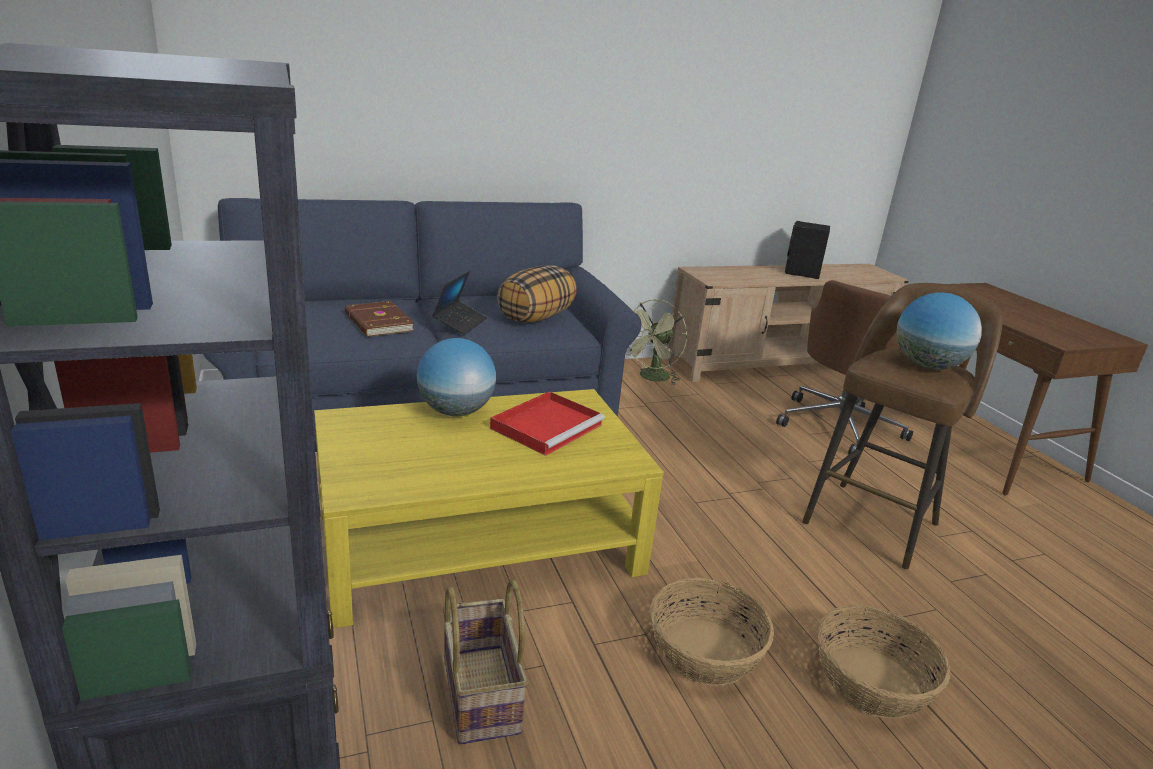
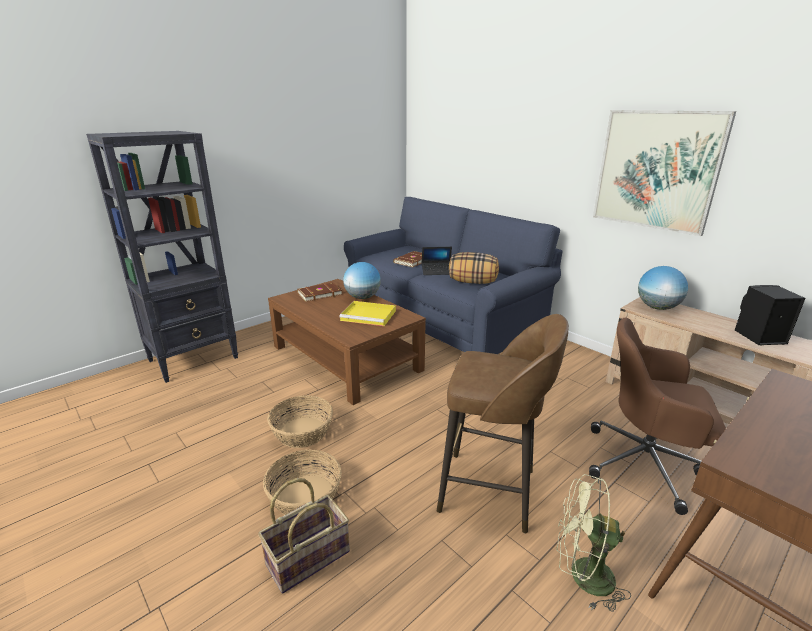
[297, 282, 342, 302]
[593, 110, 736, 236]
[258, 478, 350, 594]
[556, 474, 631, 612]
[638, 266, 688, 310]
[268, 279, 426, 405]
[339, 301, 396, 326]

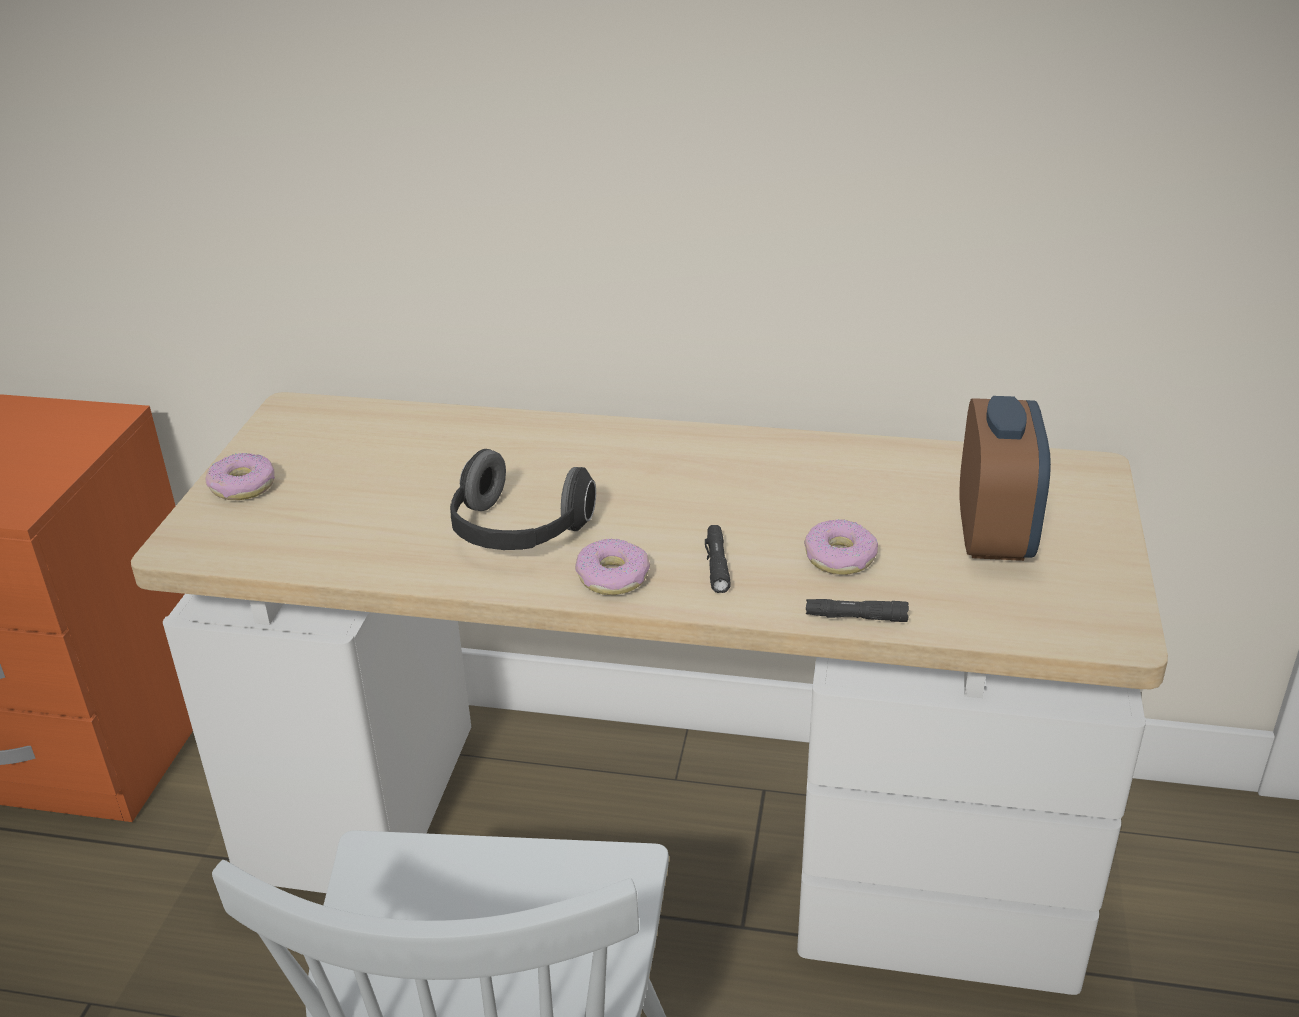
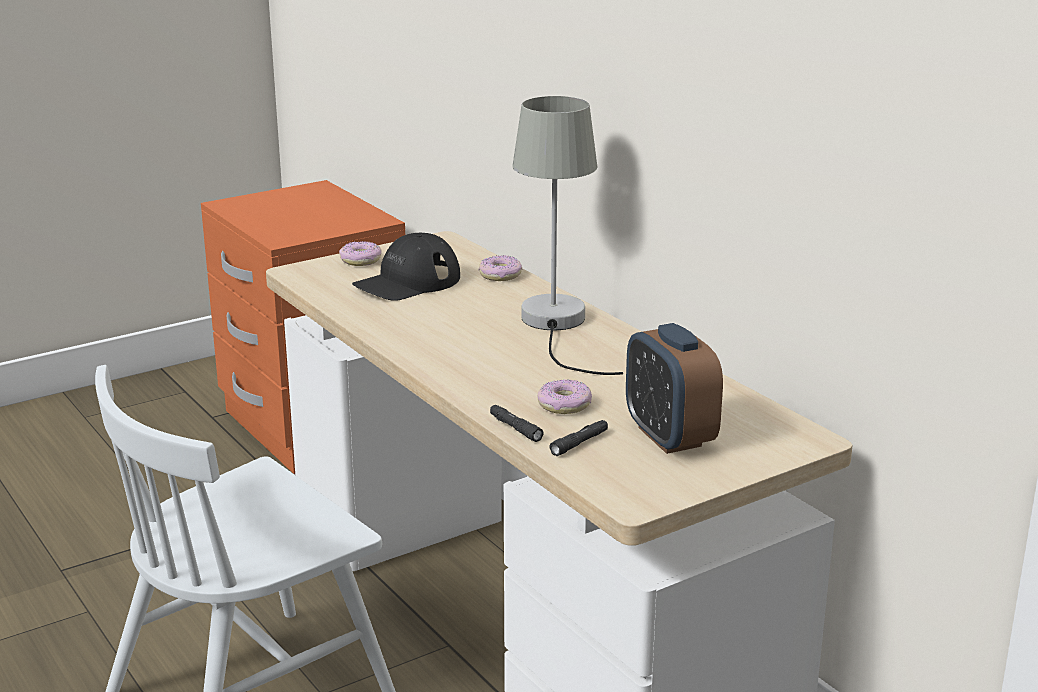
[450, 449, 596, 550] (first image)
[352, 233, 460, 301]
[512, 96, 623, 375]
[479, 255, 523, 281]
[549, 420, 608, 456]
[626, 323, 723, 454]

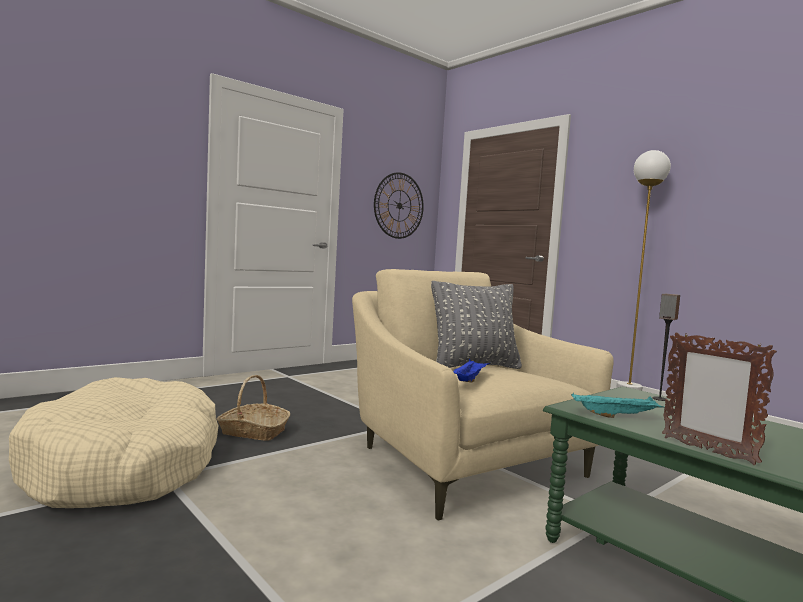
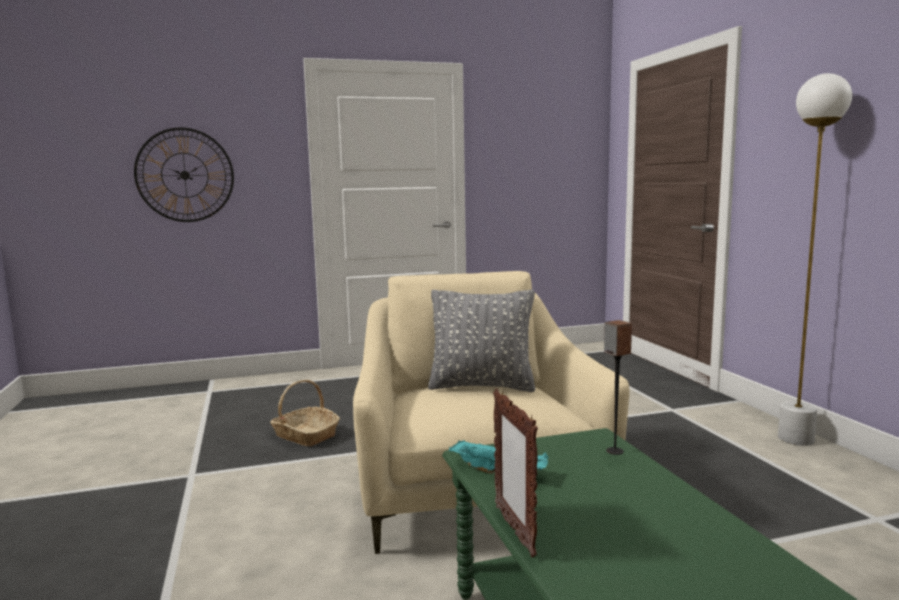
[9, 377, 219, 508] (first image)
[453, 359, 490, 382] (first image)
[134, 127, 234, 222]

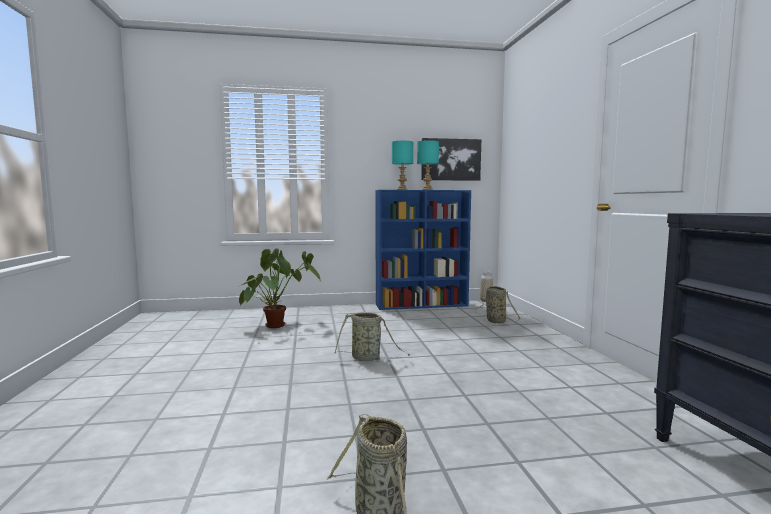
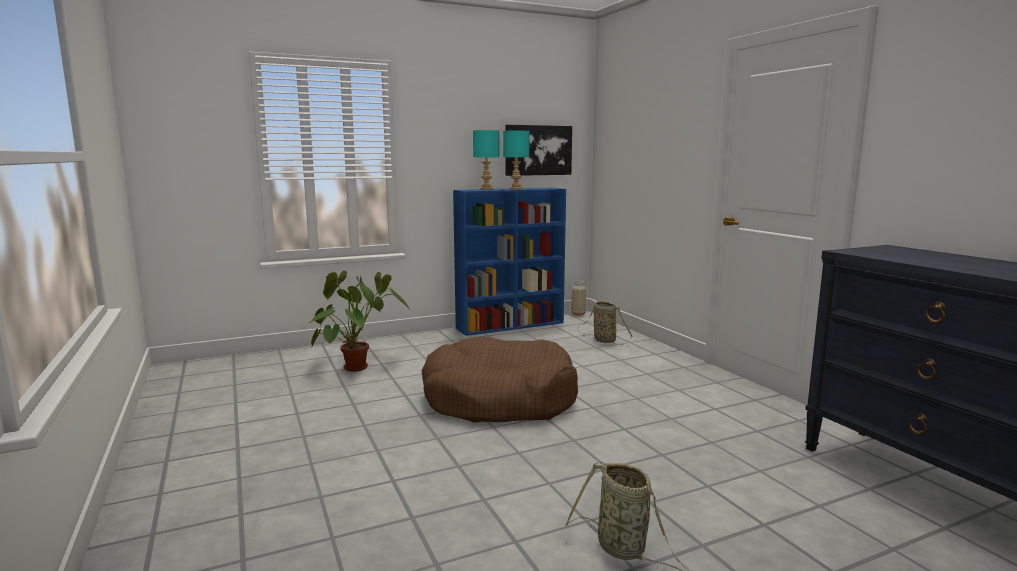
[422, 336, 578, 422]

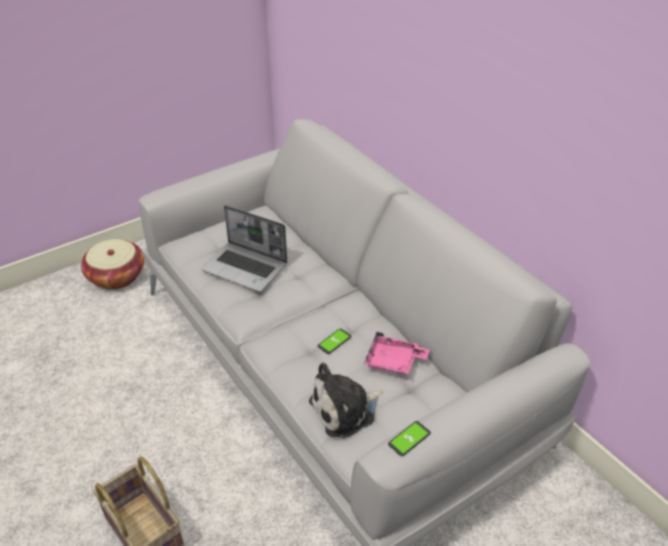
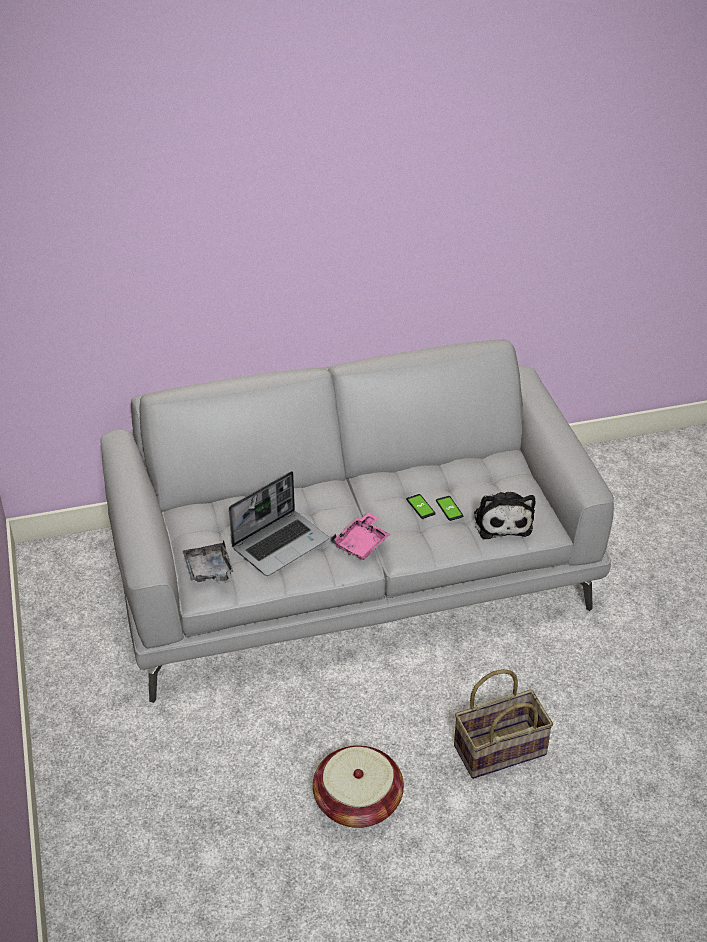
[183, 540, 234, 584]
[313, 745, 404, 828]
[331, 513, 391, 560]
[436, 496, 463, 521]

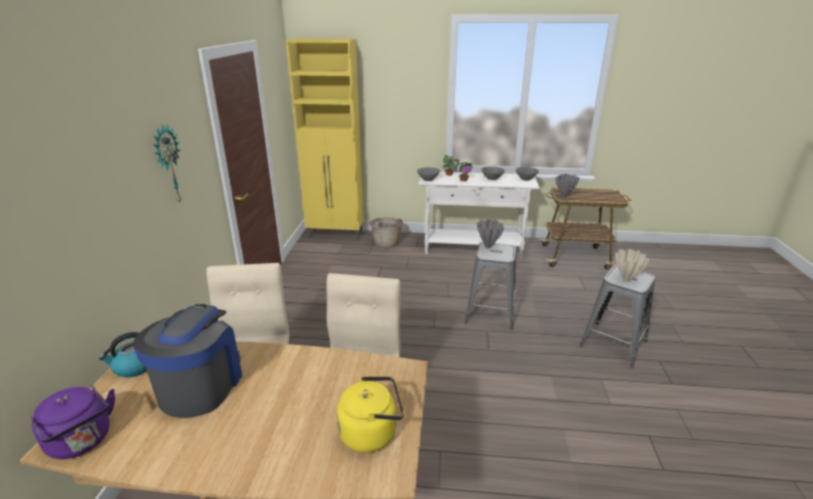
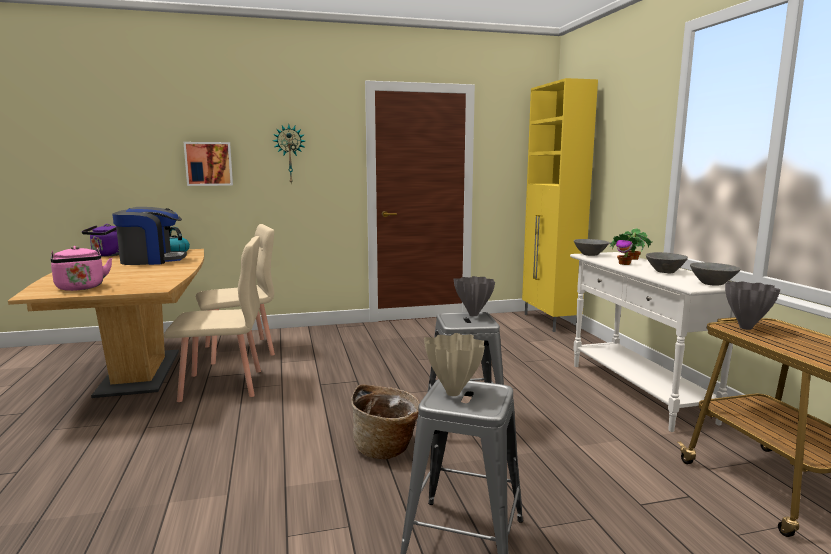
[184, 142, 233, 186]
[351, 385, 420, 459]
[51, 246, 112, 291]

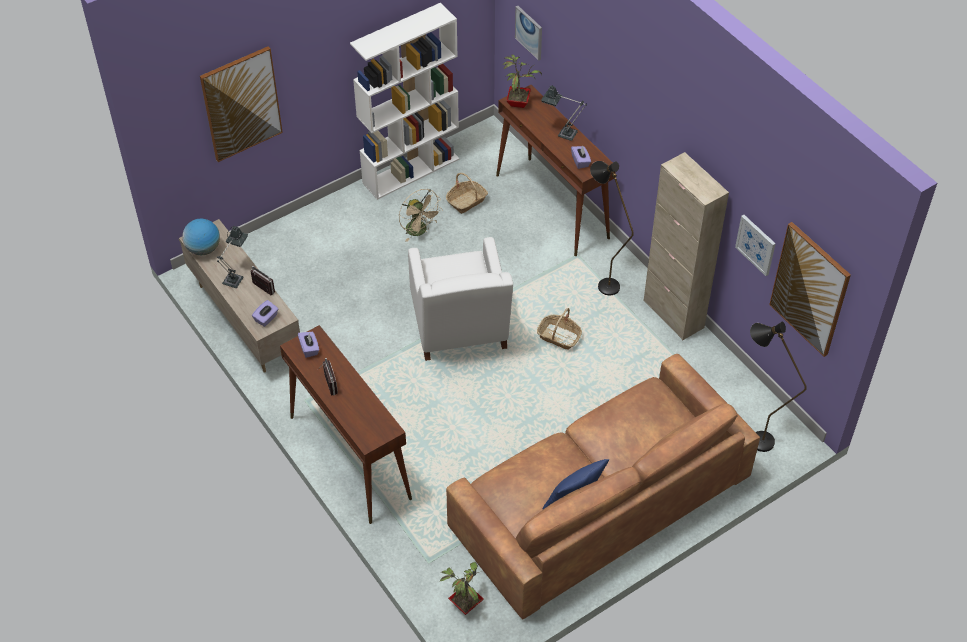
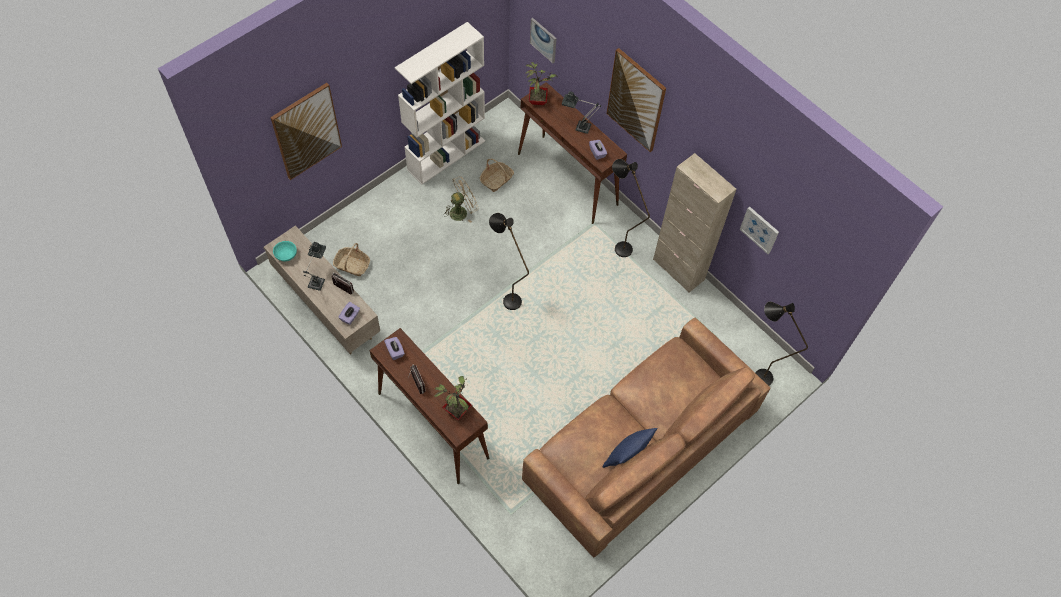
[434, 376, 472, 420]
[333, 243, 370, 276]
[607, 48, 666, 152]
[273, 241, 297, 261]
[489, 213, 529, 310]
[445, 176, 478, 223]

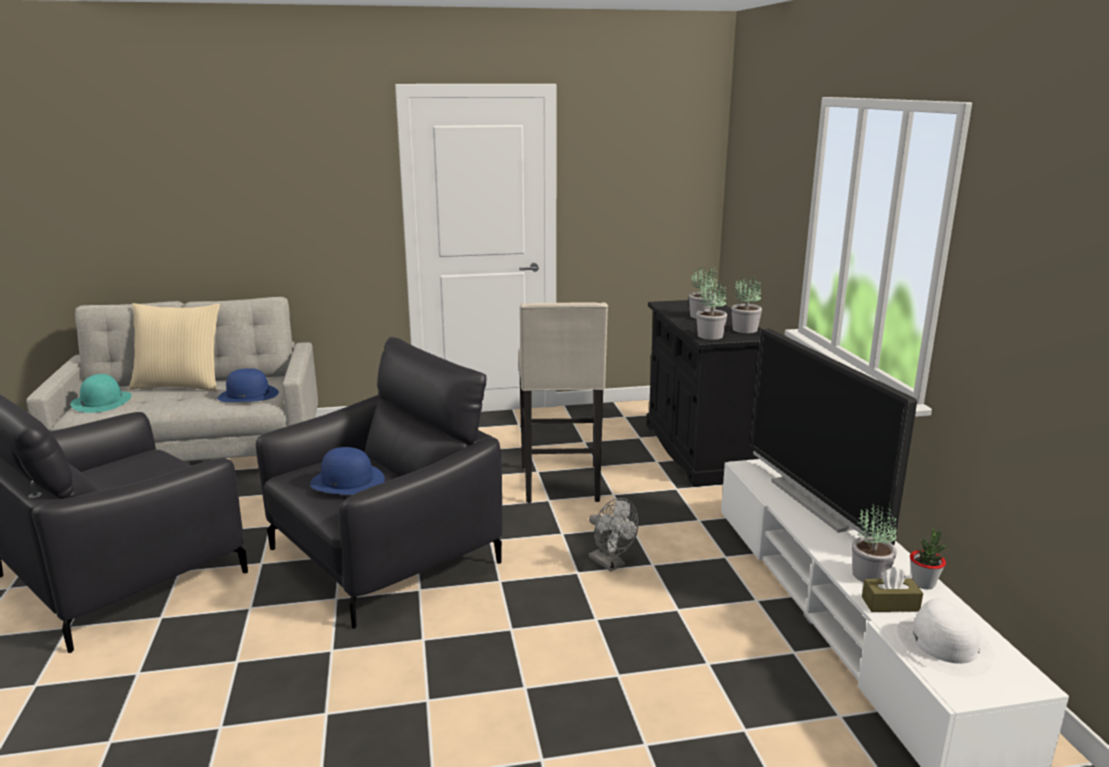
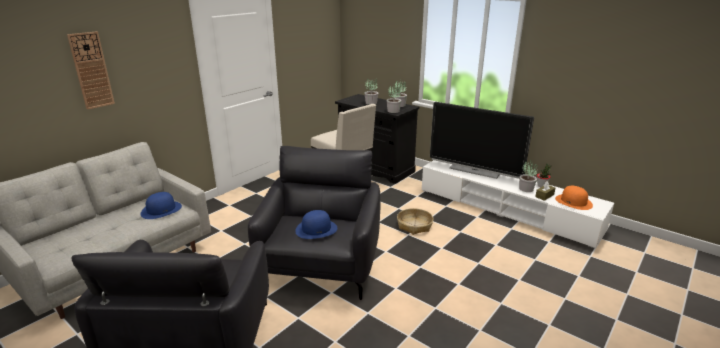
[70, 374, 132, 413] (first image)
[129, 303, 220, 392] (first image)
[67, 31, 115, 110]
[397, 208, 434, 235]
[555, 186, 593, 210]

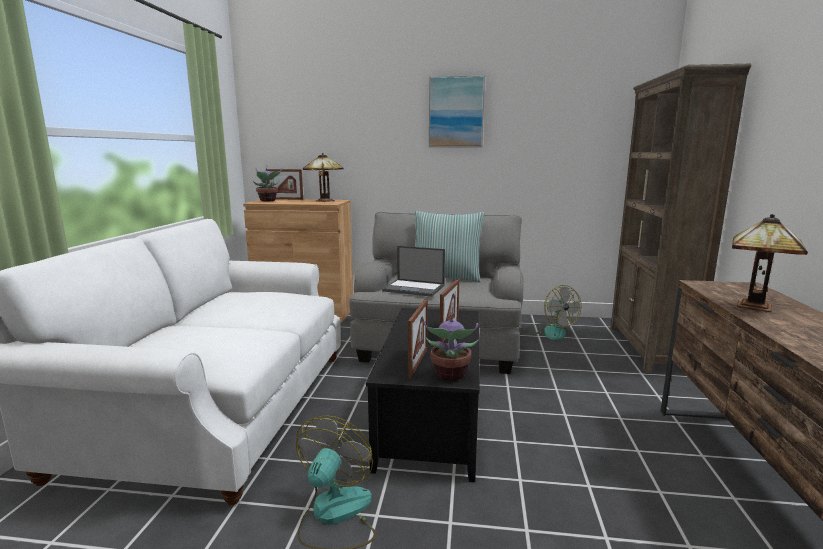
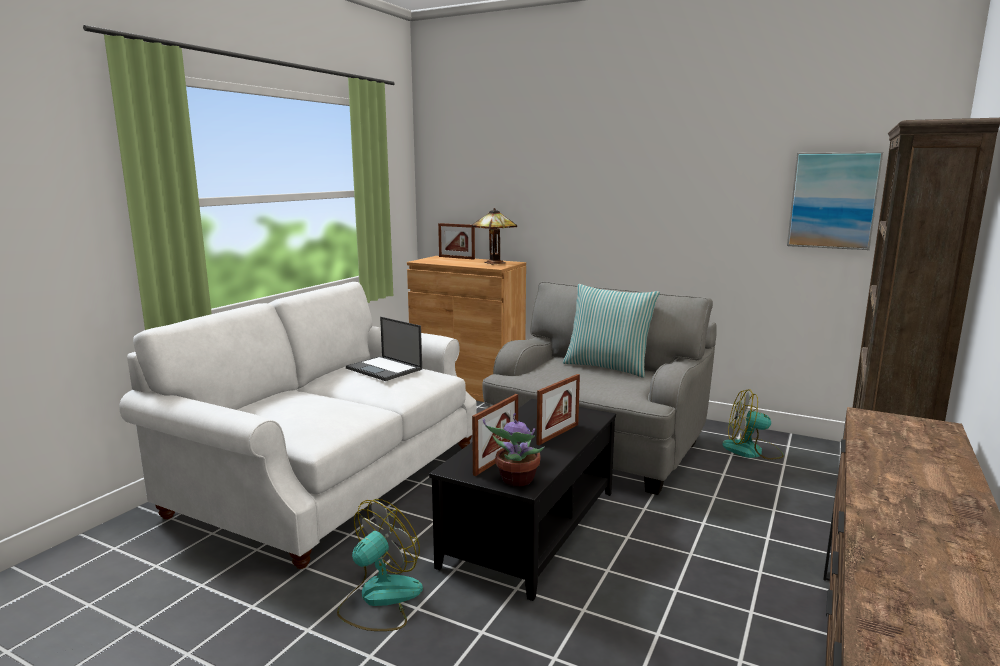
[253, 165, 282, 202] (first image)
[732, 214, 808, 312] (first image)
[346, 317, 422, 381]
[787, 152, 883, 250]
[722, 389, 784, 460]

